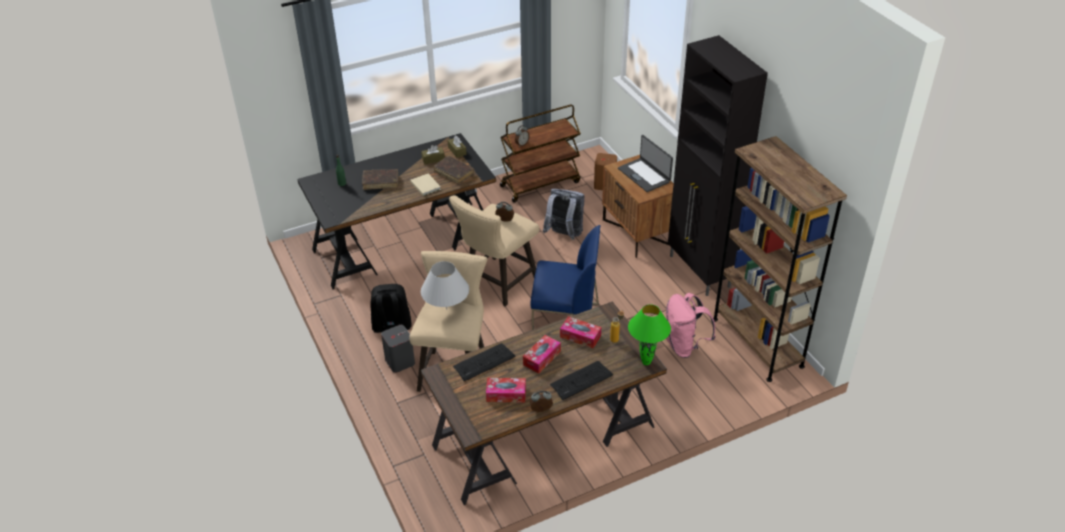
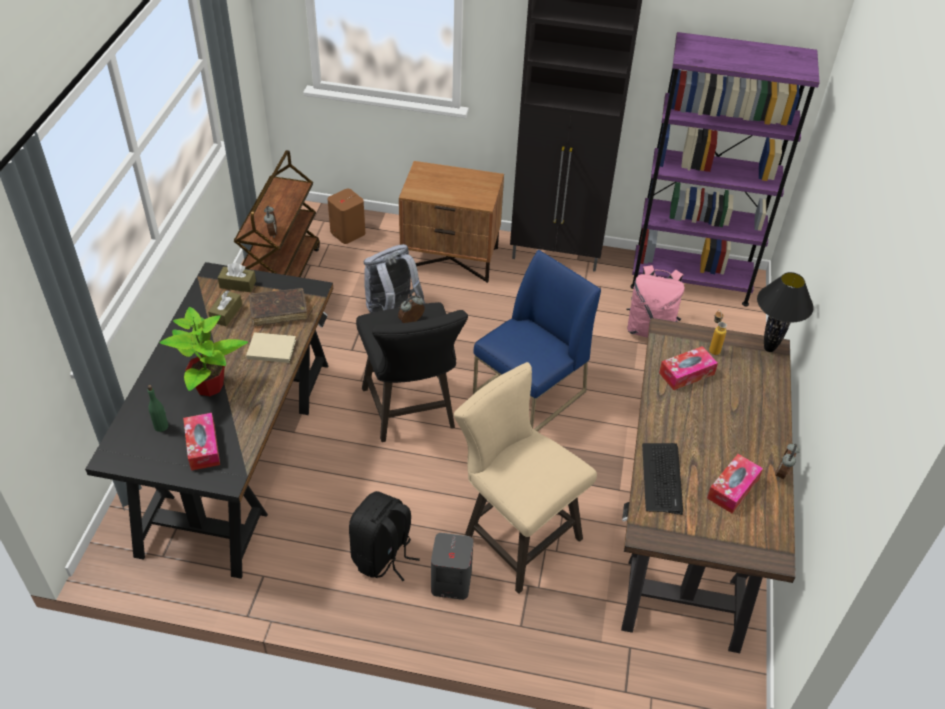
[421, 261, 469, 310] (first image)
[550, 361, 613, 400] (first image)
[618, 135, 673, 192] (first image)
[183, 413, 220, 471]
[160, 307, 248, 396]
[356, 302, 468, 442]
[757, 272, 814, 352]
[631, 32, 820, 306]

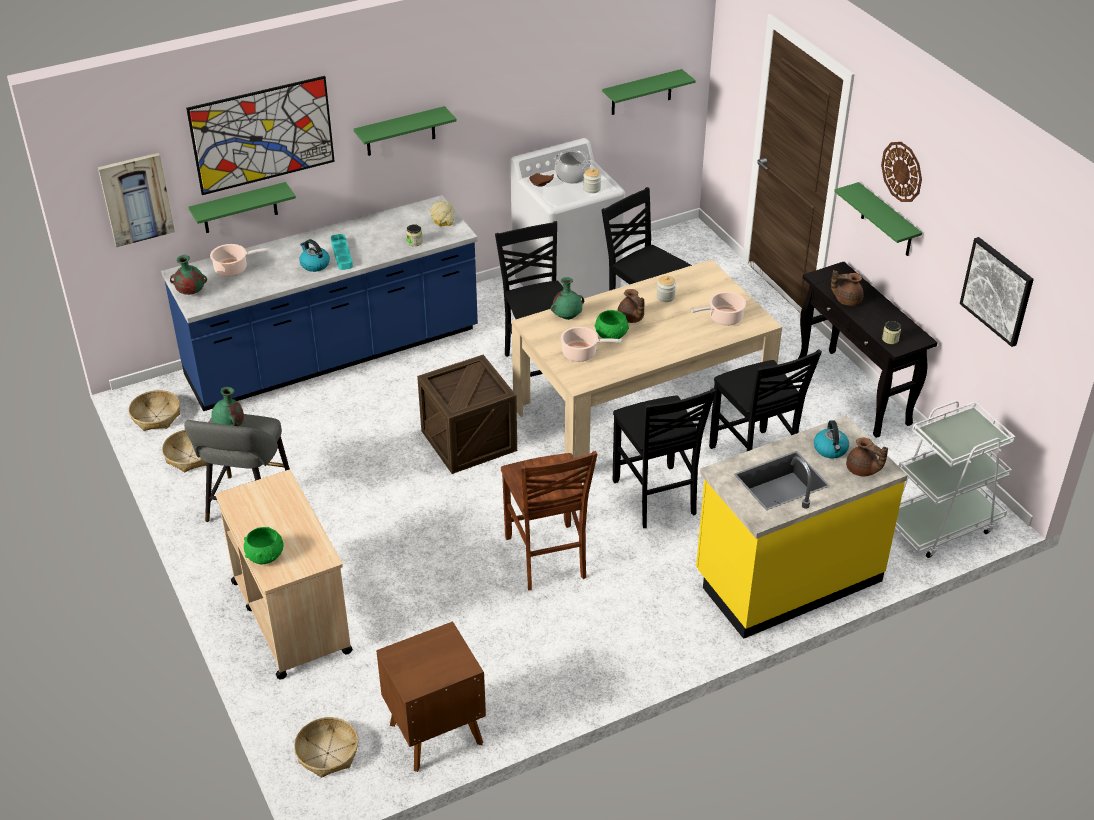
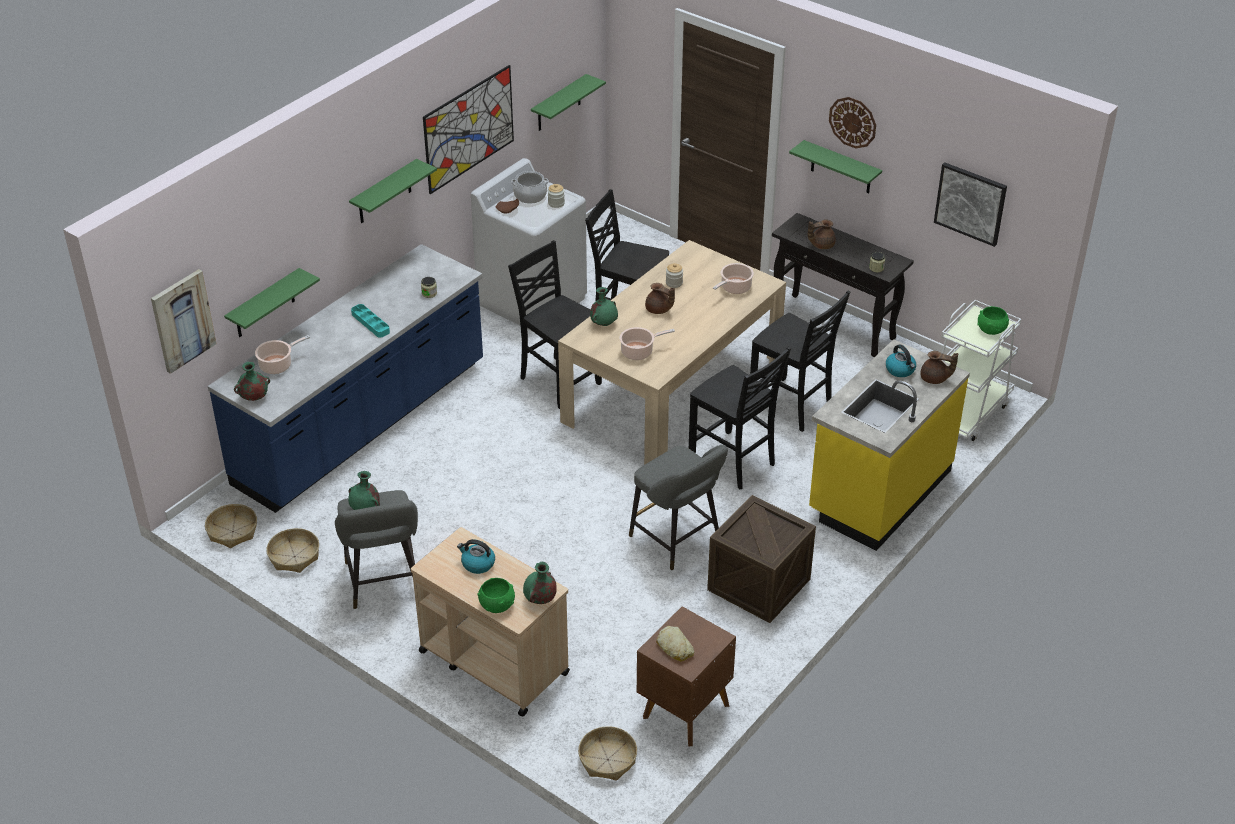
[523, 562, 557, 604]
[423, 65, 514, 194]
[457, 539, 495, 574]
[707, 495, 816, 623]
[656, 626, 694, 662]
[977, 306, 1009, 335]
[629, 445, 728, 570]

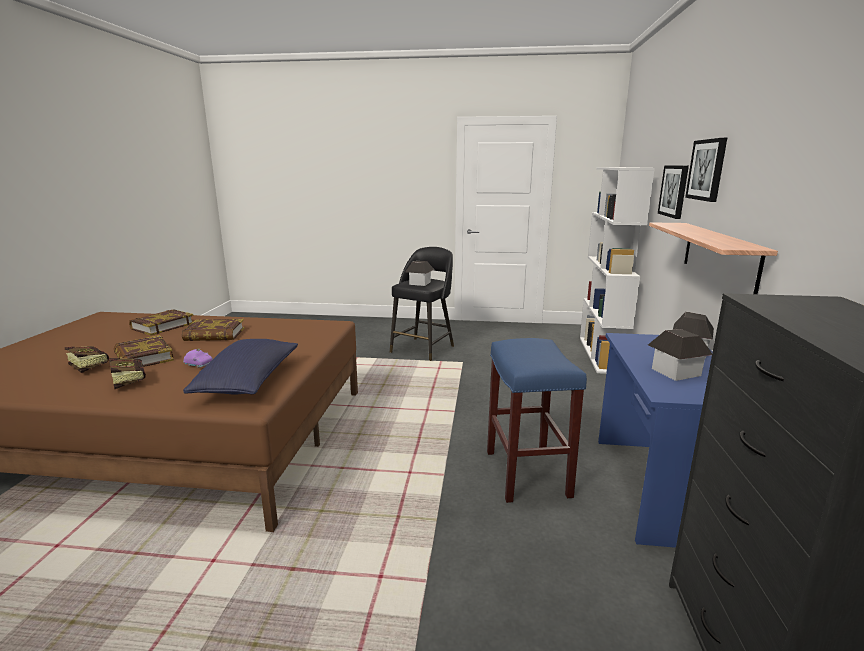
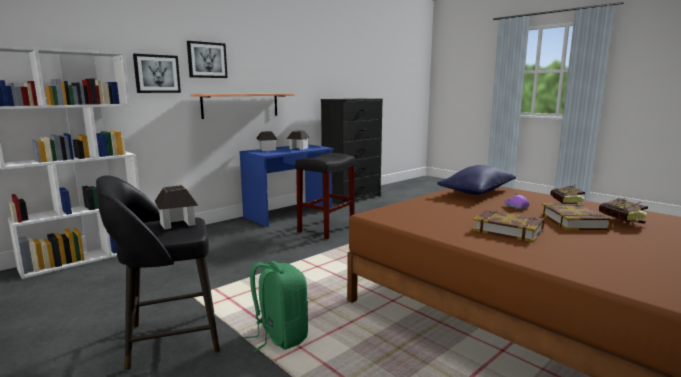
[129, 309, 193, 336] (first image)
[245, 261, 308, 352]
[295, 153, 355, 239]

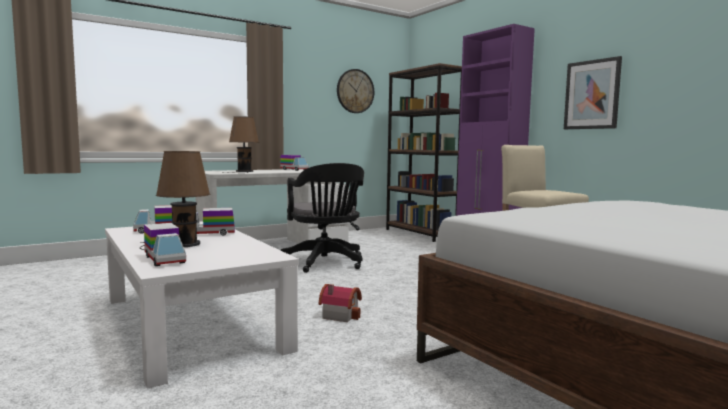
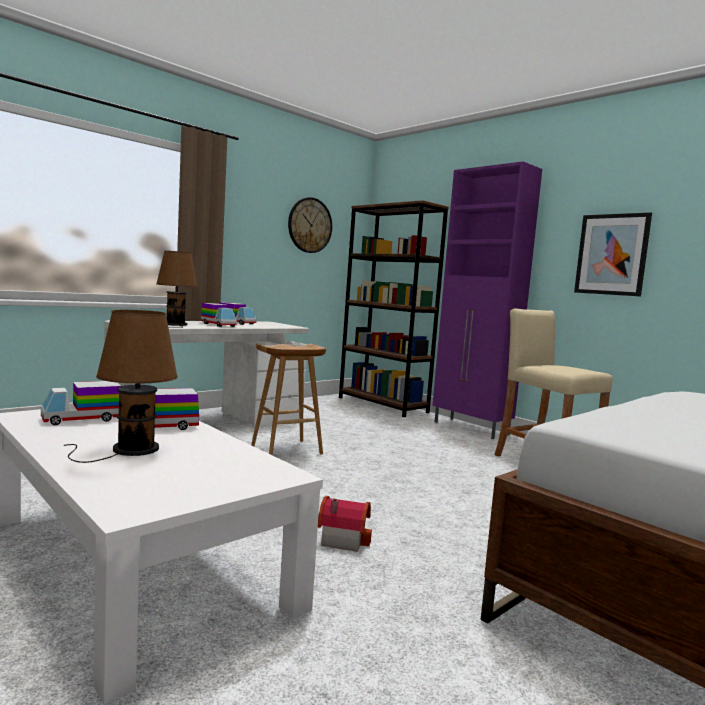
[201, 303, 237, 327]
[251, 343, 326, 455]

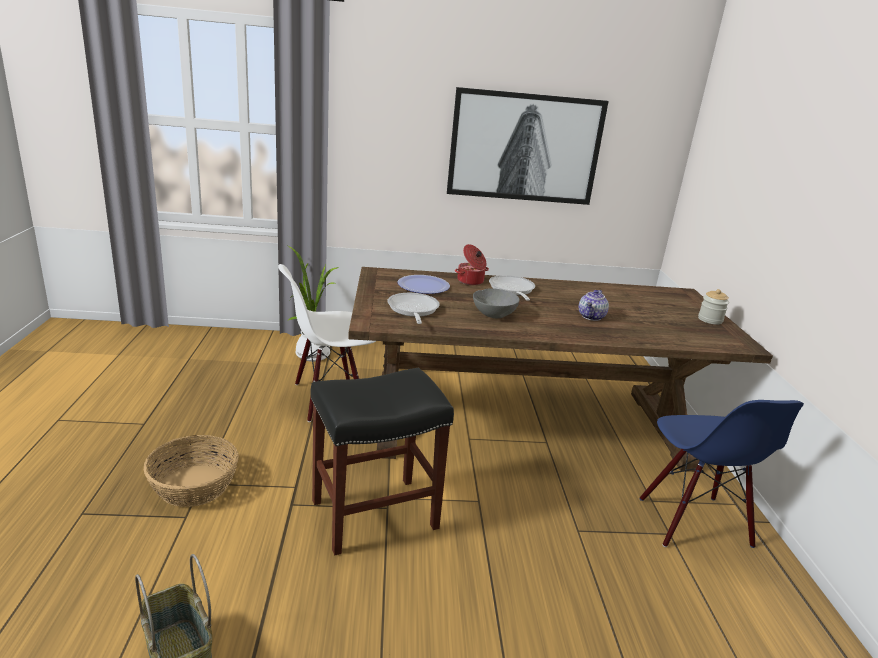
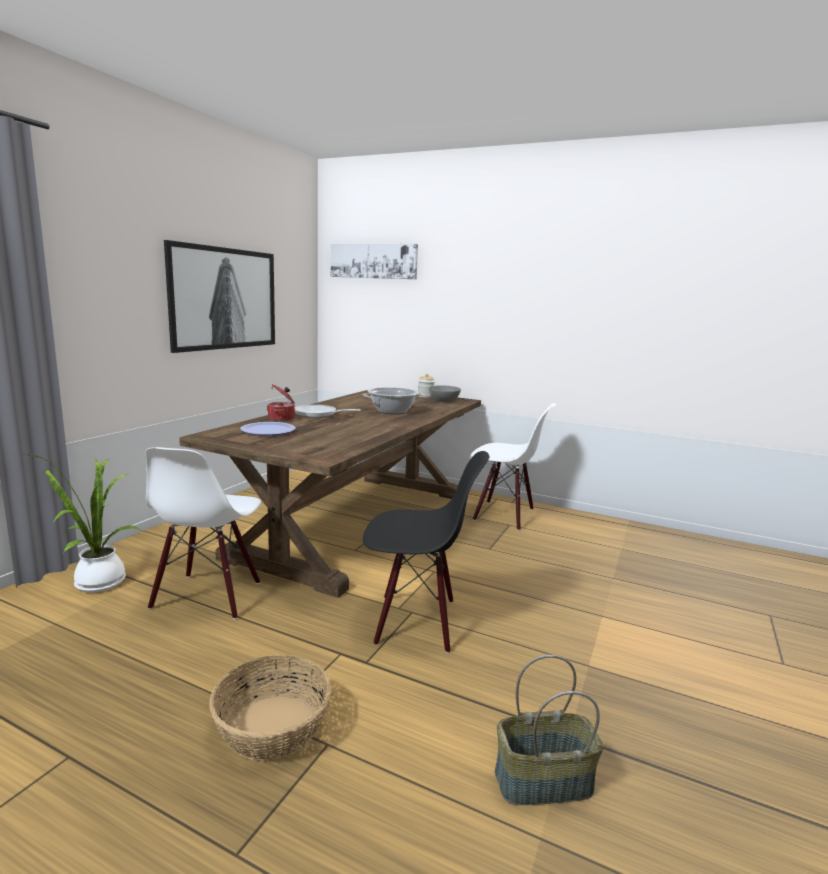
[387, 293, 440, 324] (first image)
[331, 244, 418, 279]
[429, 386, 461, 402]
[363, 451, 490, 653]
[363, 387, 423, 414]
[471, 403, 556, 531]

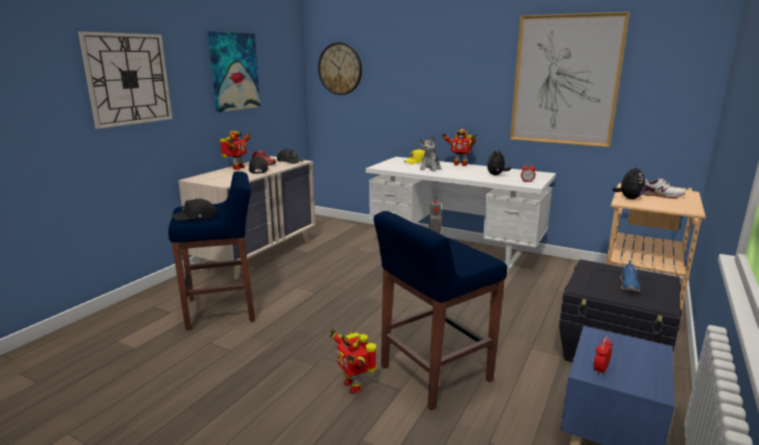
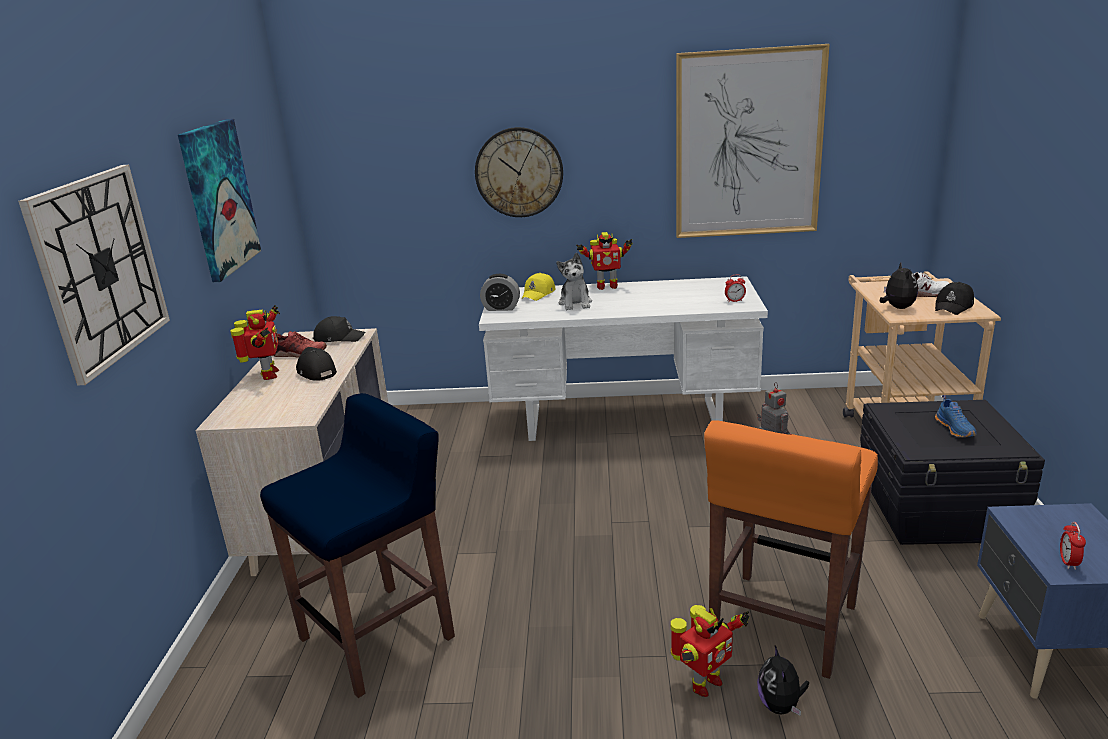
[480, 274, 520, 311]
[935, 282, 974, 315]
[475, 127, 563, 217]
[757, 646, 809, 716]
[704, 420, 878, 679]
[671, 605, 749, 697]

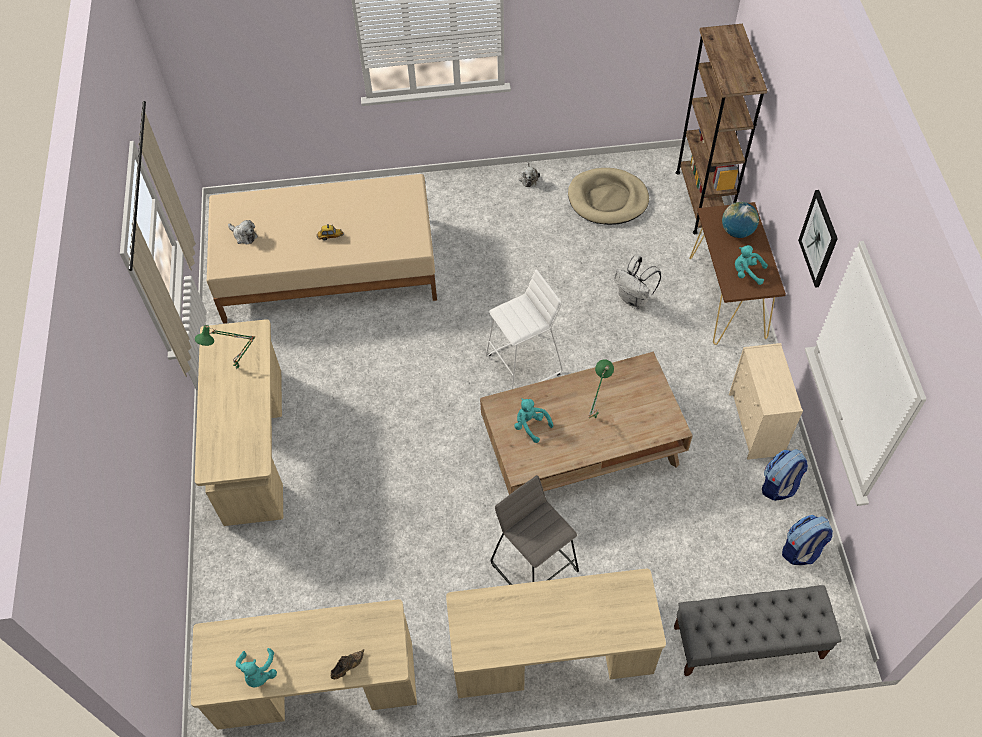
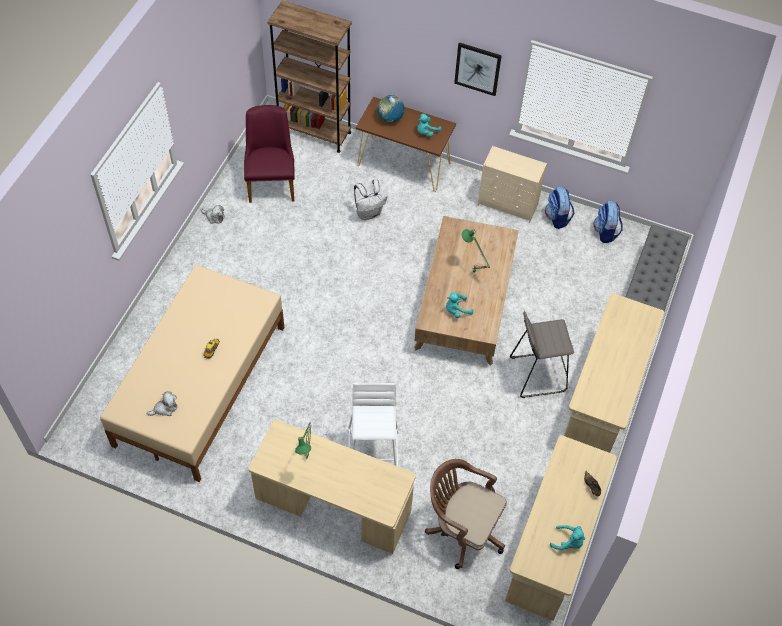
[425, 459, 507, 569]
[348, 383, 398, 467]
[244, 105, 295, 203]

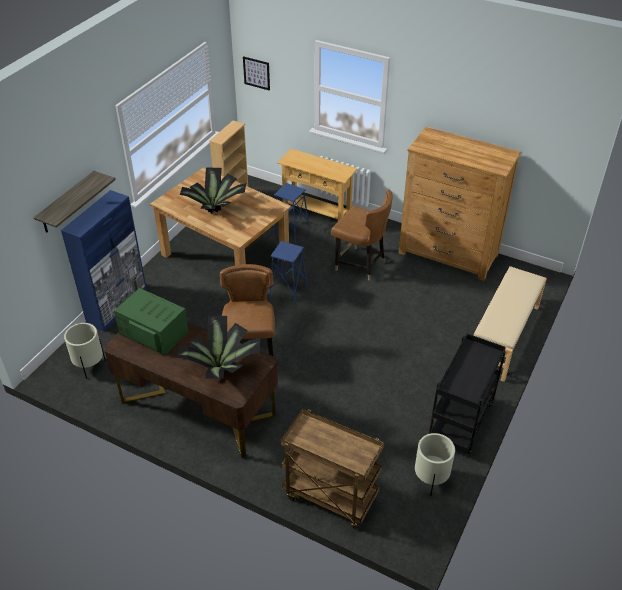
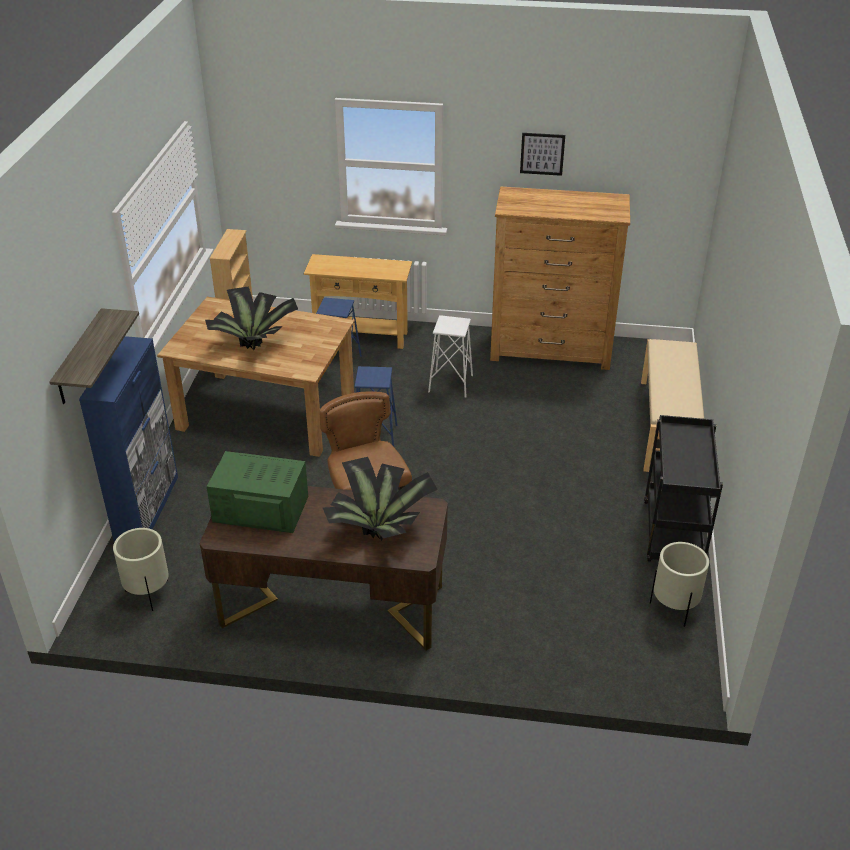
[280, 408, 384, 530] (first image)
[520, 133, 565, 176]
[428, 315, 473, 398]

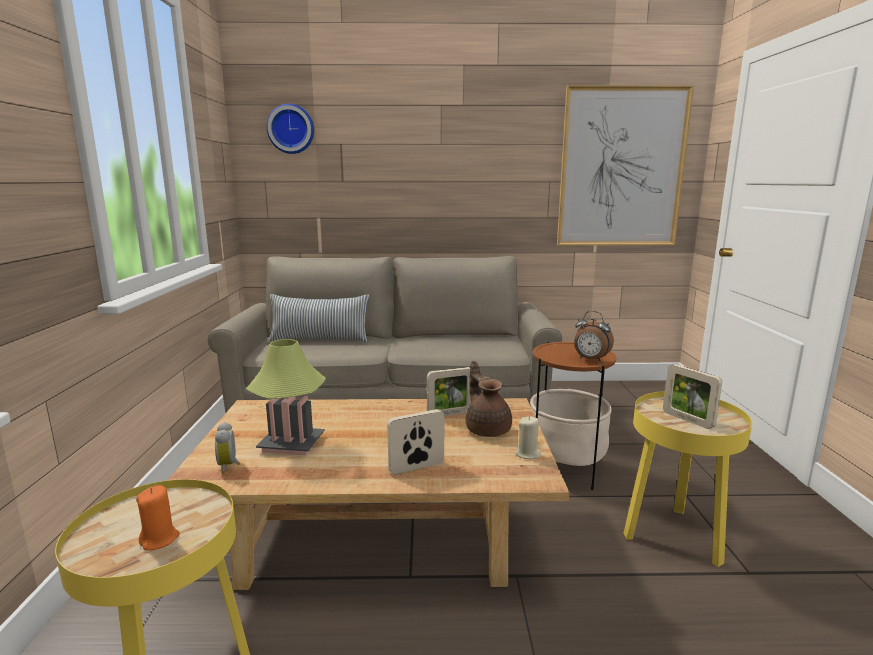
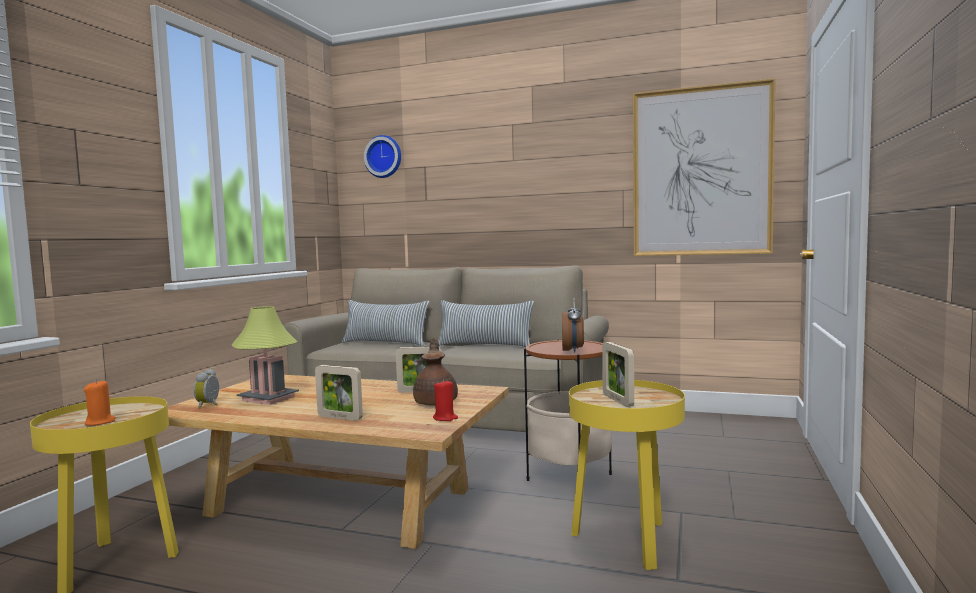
[438, 300, 534, 347]
[433, 379, 458, 421]
[315, 365, 363, 421]
[562, 303, 584, 353]

